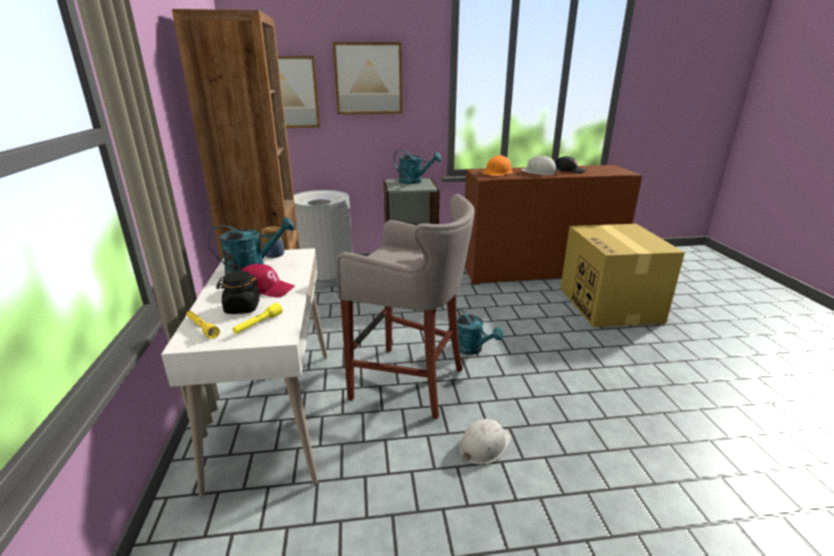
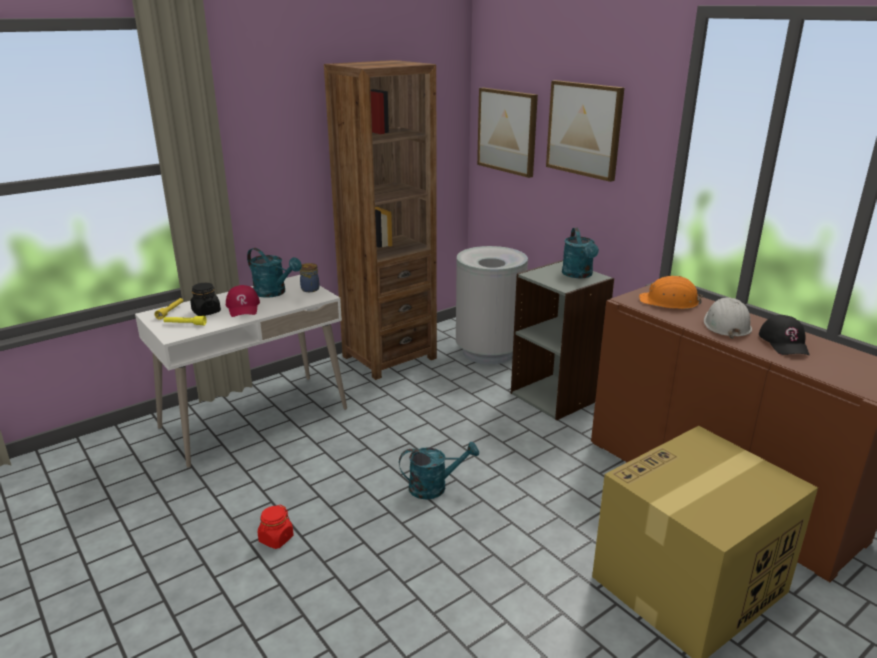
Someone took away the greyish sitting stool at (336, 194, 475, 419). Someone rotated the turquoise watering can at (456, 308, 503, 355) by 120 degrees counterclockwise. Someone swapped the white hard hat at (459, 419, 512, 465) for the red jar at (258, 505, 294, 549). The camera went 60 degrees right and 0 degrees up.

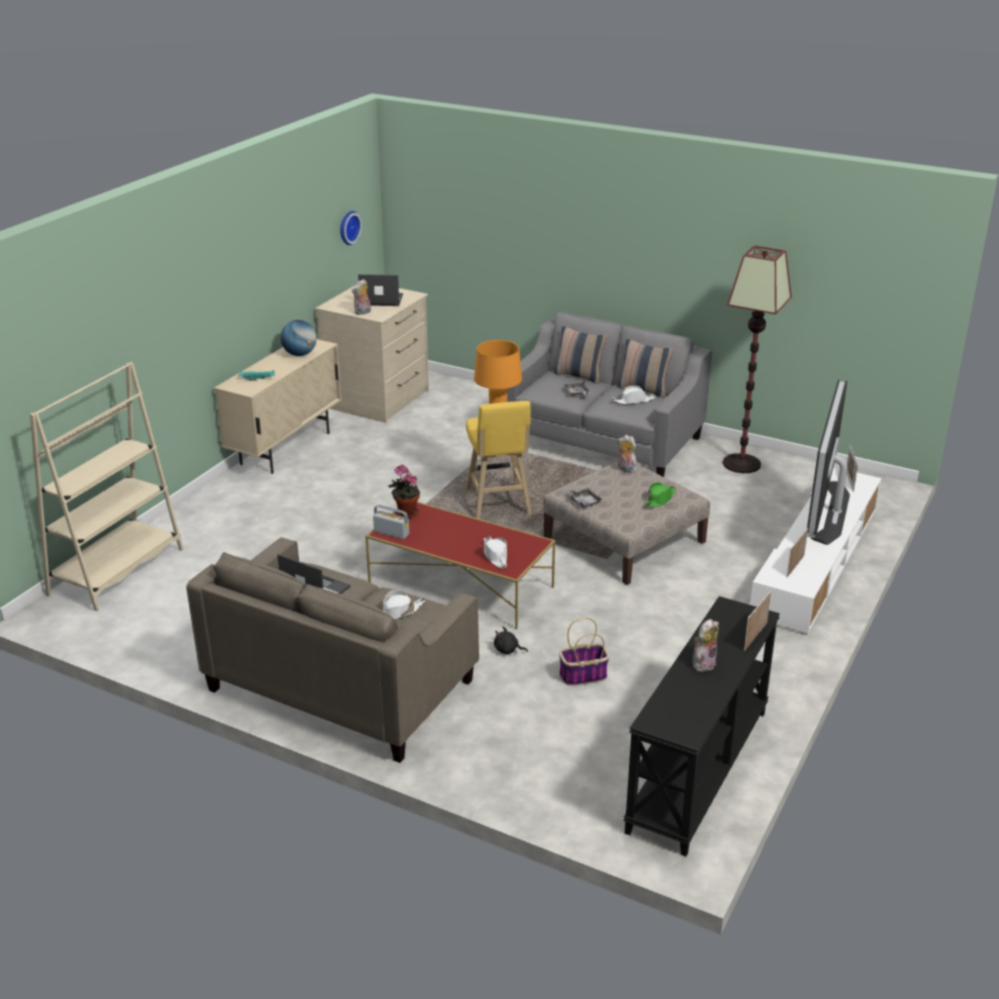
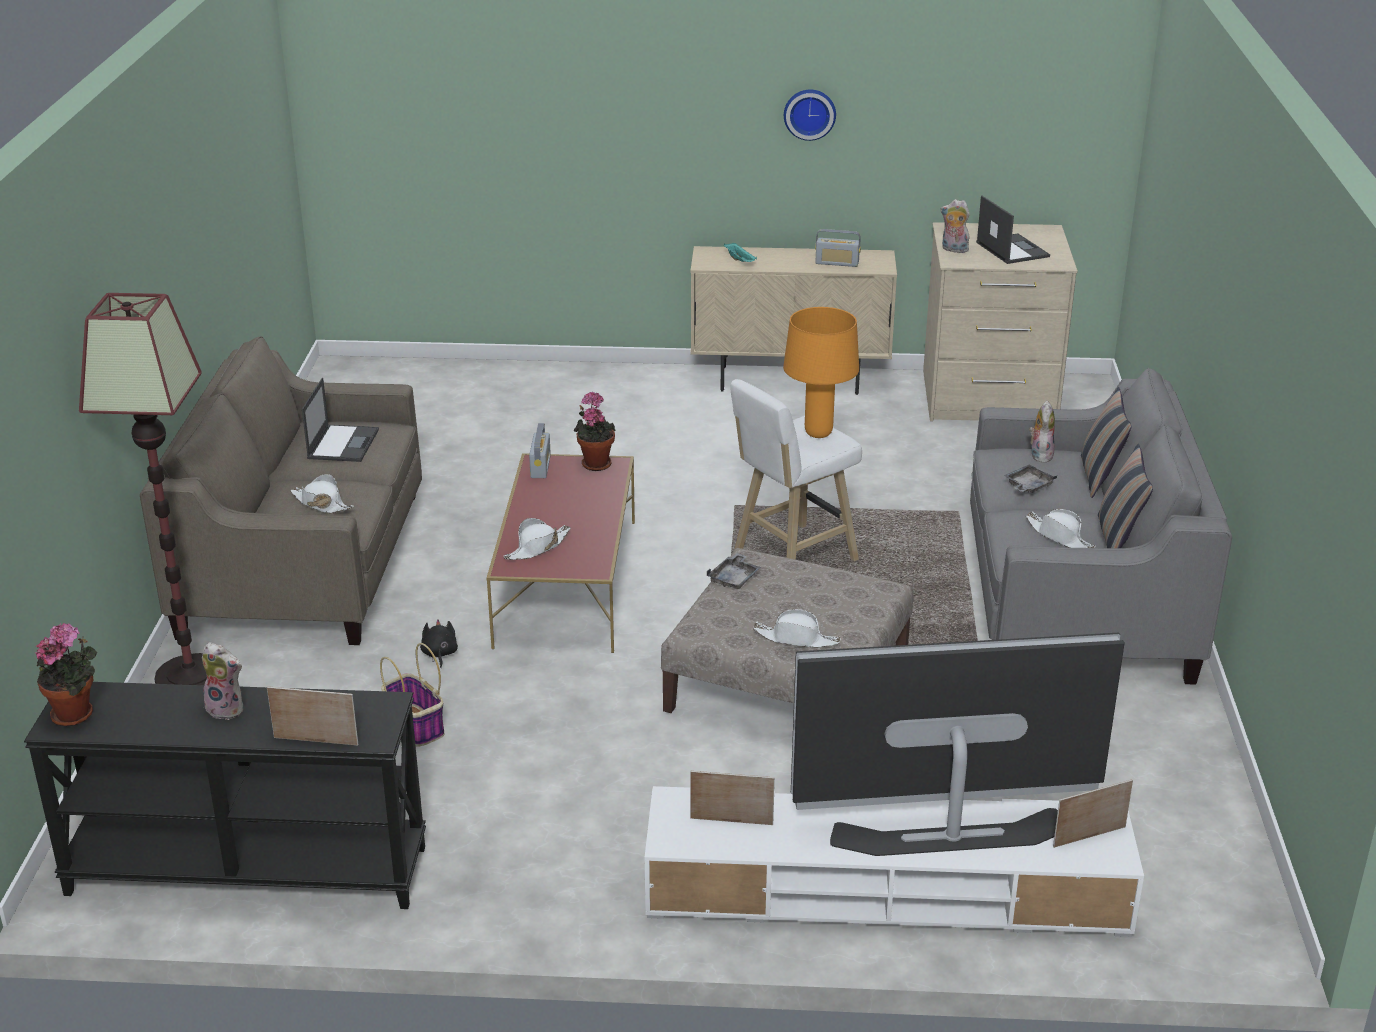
Someone carried the wall clock from (340, 211, 362, 245) to (784, 90, 836, 141). Someone carried the standing lamp from (723, 246, 792, 473) to (79, 293, 207, 685). Someone swapped the desk globe at (281, 320, 317, 356) for the radio at (815, 229, 861, 267). Someone took away the sand-coloured bookcase at (30, 362, 184, 611). Someone repainted the yellowish sitting stool at (465, 401, 532, 519), which became the white sitting stool at (731, 379, 862, 561). Someone carried the cuddly toy from (617, 435, 637, 474) to (1029, 401, 1055, 463). Someone repainted the greenish clothing hat at (644, 482, 676, 507), which became the white clothing hat at (753, 609, 840, 647). Someone put down the plant in a pot at (35, 623, 97, 726). The camera went 65 degrees right and 0 degrees up.

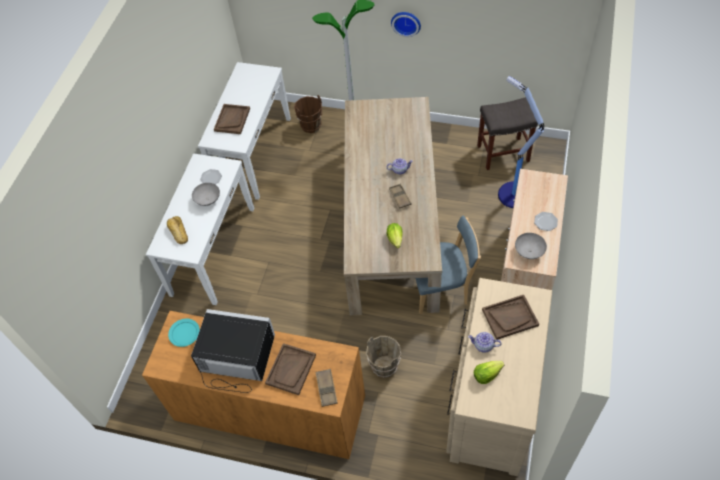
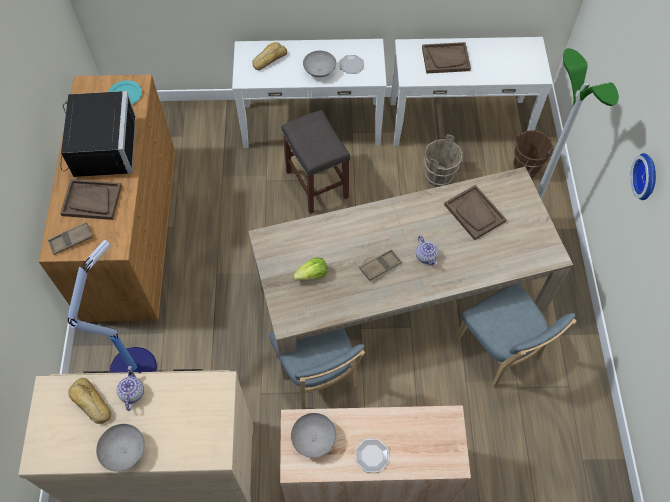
Someone carried the standing lamp from (498, 76, 544, 208) to (68, 240, 157, 373). Someone carried the greyish sitting stool from (477, 97, 538, 170) to (282, 110, 350, 214). Someone carried the brownish carrying tray from (482, 295, 539, 339) to (444, 185, 507, 240). Someone carried the brownish water bucket from (366, 336, 401, 378) to (424, 134, 463, 187). Someone swapped the head of lettuce at (474, 361, 504, 384) for the bakery bread at (68, 378, 111, 424). Someone put down the blue-coloured plain chair at (455, 283, 576, 387). Someone put down the greyish bowl at (96, 424, 145, 472). The camera went 70 degrees right and 5 degrees up.

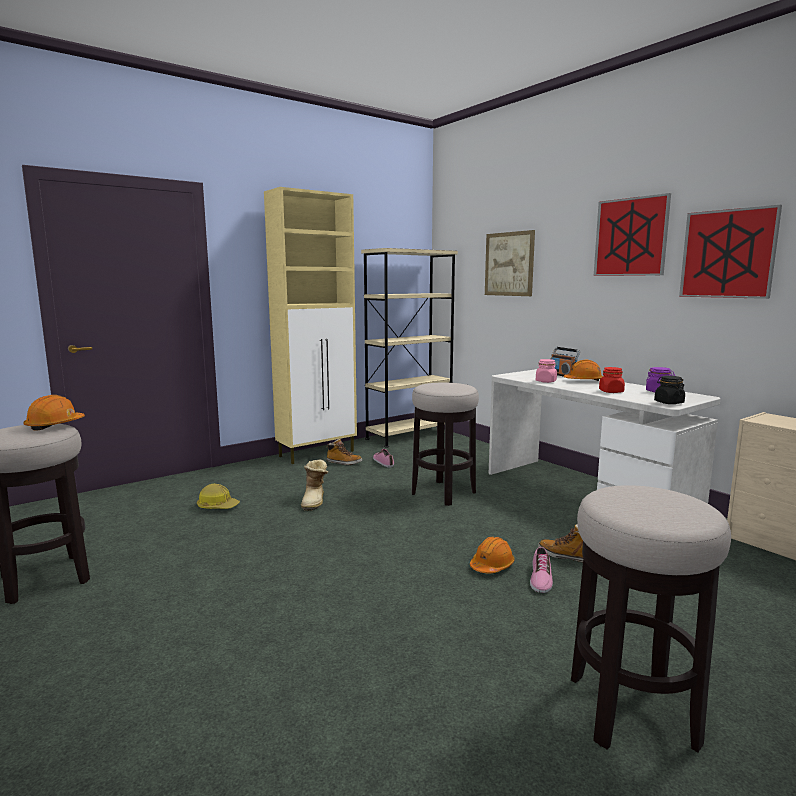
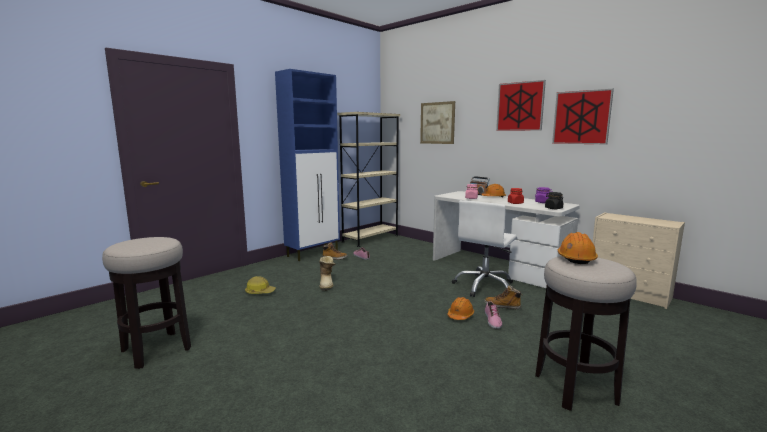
Someone repainted the sand-coloured cupboard at (264, 187, 357, 464), which became the blue-coloured cupboard at (275, 69, 340, 261). Someone took away the sitting stool at (412, 383, 479, 506). Someone carried the orangey hard hat from (23, 395, 85, 431) to (558, 232, 598, 264). Someone put down the white office chair at (452, 200, 517, 297). The camera went 10 degrees left and 0 degrees up.

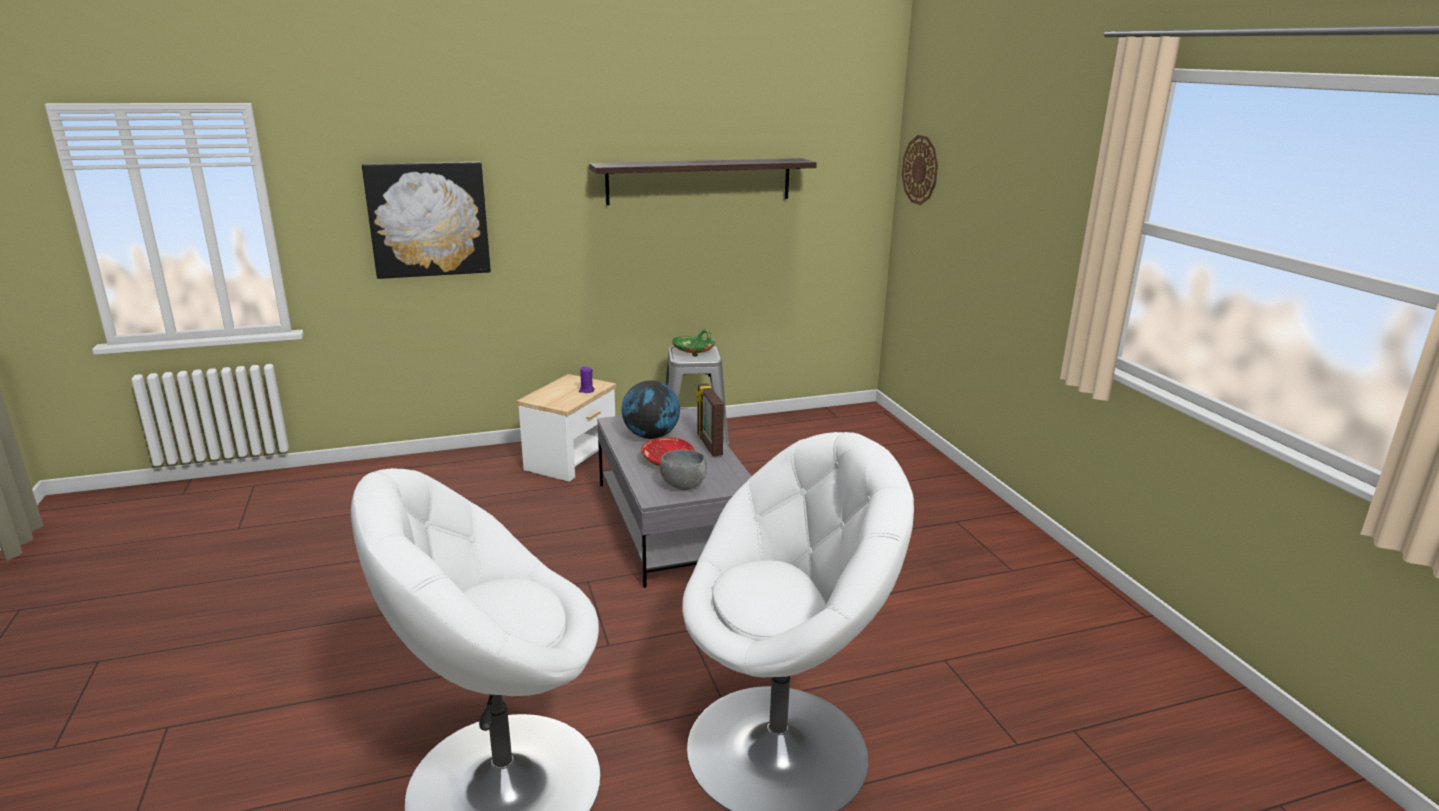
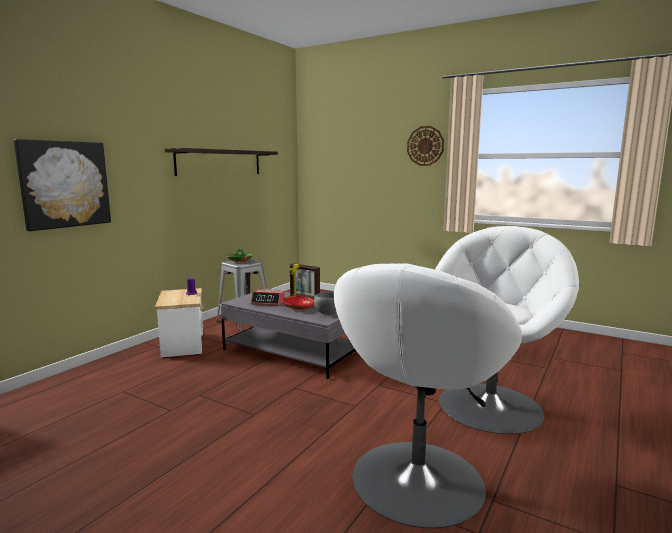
Someone carried the wall clock from (902, 135, 938, 205) to (407, 126, 444, 166). Someone swapped the desk globe at (621, 380, 680, 439) for the bedside clock at (251, 290, 285, 306). The camera went 40 degrees left and 10 degrees down.

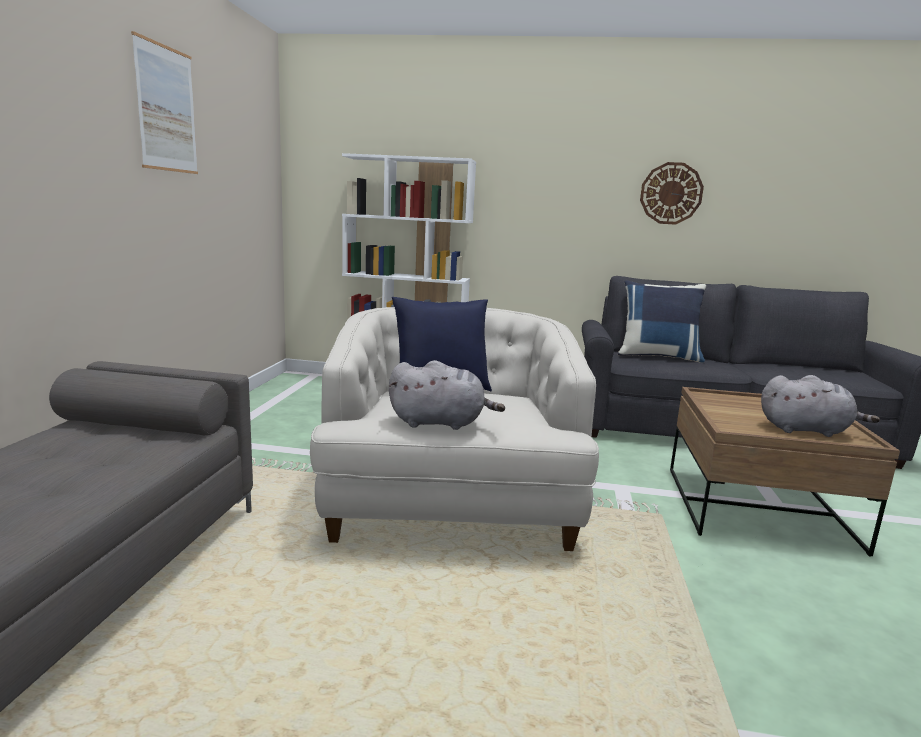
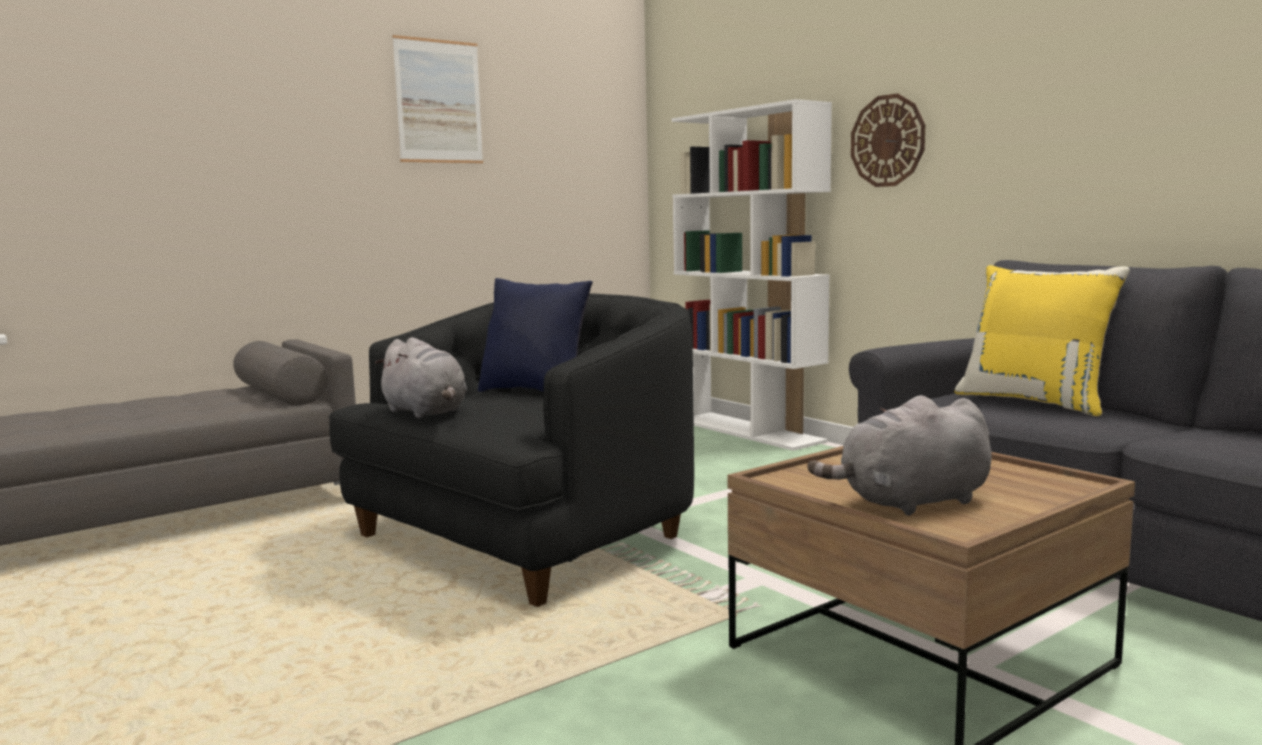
Someone carried the wall clock from (640, 162, 704, 225) to (851, 93, 925, 187). Someone repainted the blue-coloured cushion at (618, 280, 706, 363), which became the yellowish cushion at (954, 265, 1130, 417). Someone repainted the white easy chair at (310, 307, 599, 551), which became the black-coloured easy chair at (329, 293, 694, 607). Someone rotated the greyish cuddly toy at (761, 375, 880, 437) by 105 degrees clockwise. The camera went 45 degrees right and 5 degrees down.

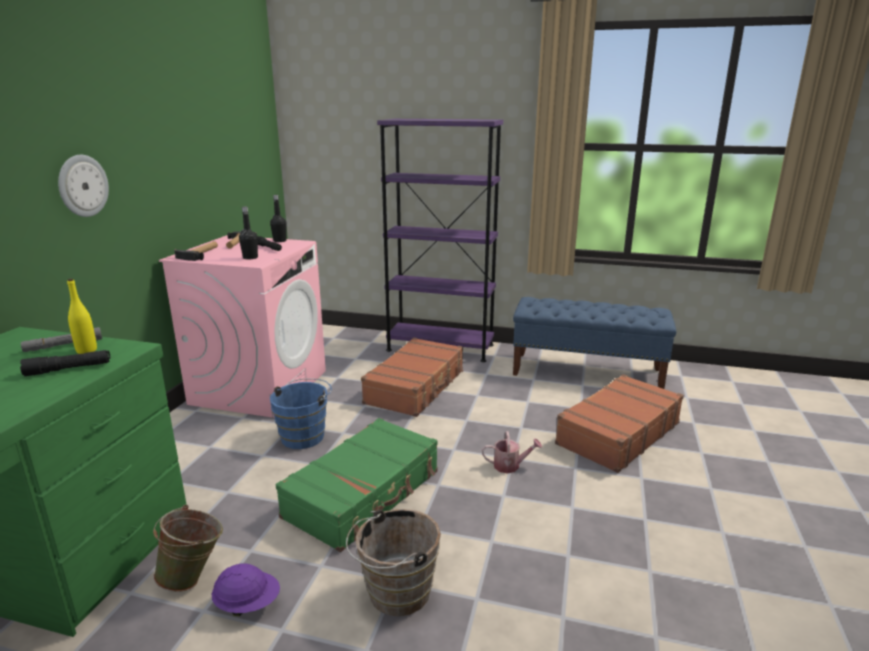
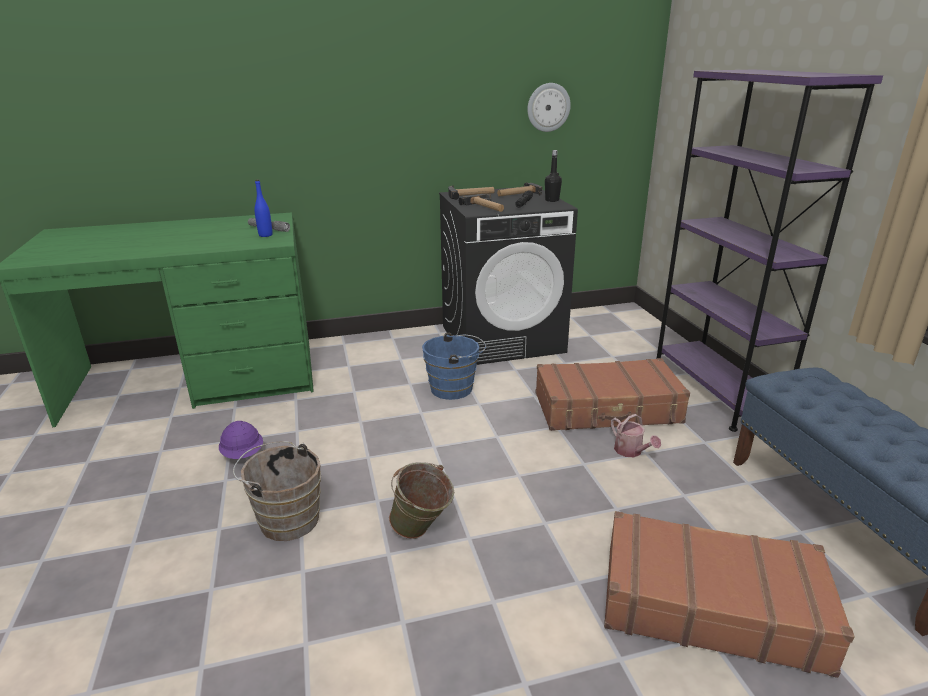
Someone carried the wall clock from (58, 155, 109, 217) to (527, 83, 571, 132). Someone swapped the black-coloured beverage bottle at (239, 207, 258, 260) for the tool hammer at (459, 194, 504, 212). Someone repainted the pink-coloured laundry machine at (159, 235, 326, 418), which became the black-coloured laundry machine at (439, 188, 578, 365). Someone repainted the yellowish beverage bottle at (67, 278, 97, 354), which became the blue-coloured beverage bottle at (254, 179, 273, 237). Someone took away the black-coloured flashlight at (20, 350, 111, 376). Someone took away the greenish suitcase at (276, 418, 438, 552). Someone carried the watering can from (482, 431, 542, 474) to (611, 414, 661, 457). Someone carried the greenish water bucket from (153, 505, 223, 592) to (389, 462, 454, 539). The camera went 60 degrees right and 5 degrees up.

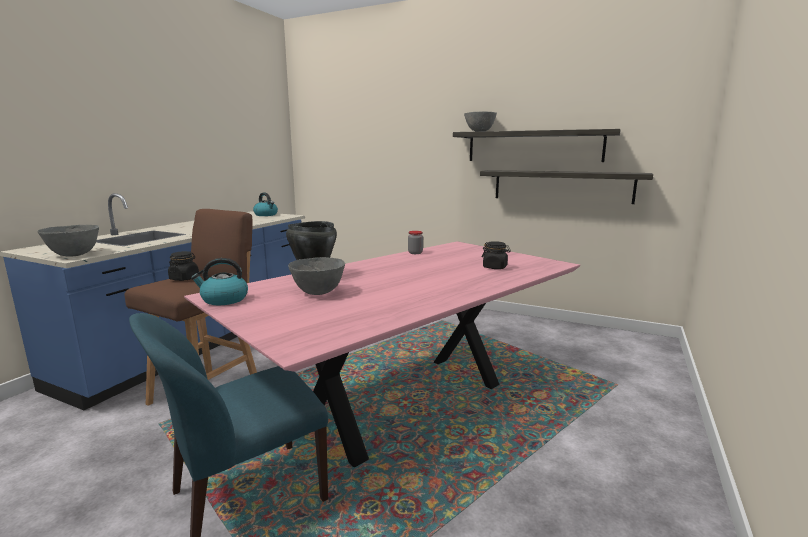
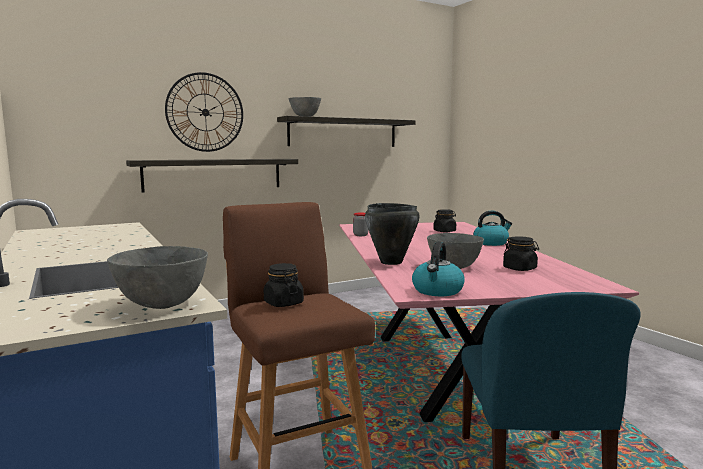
Someone carried the wall shelf from (480, 170, 653, 204) to (126, 159, 298, 193). Someone carried the water kettle from (253, 192, 278, 216) to (473, 211, 512, 246). Someone put up the wall clock at (165, 72, 243, 152). Someone put down the black-coloured jar at (503, 236, 539, 271). The camera went 55 degrees left and 5 degrees down.

